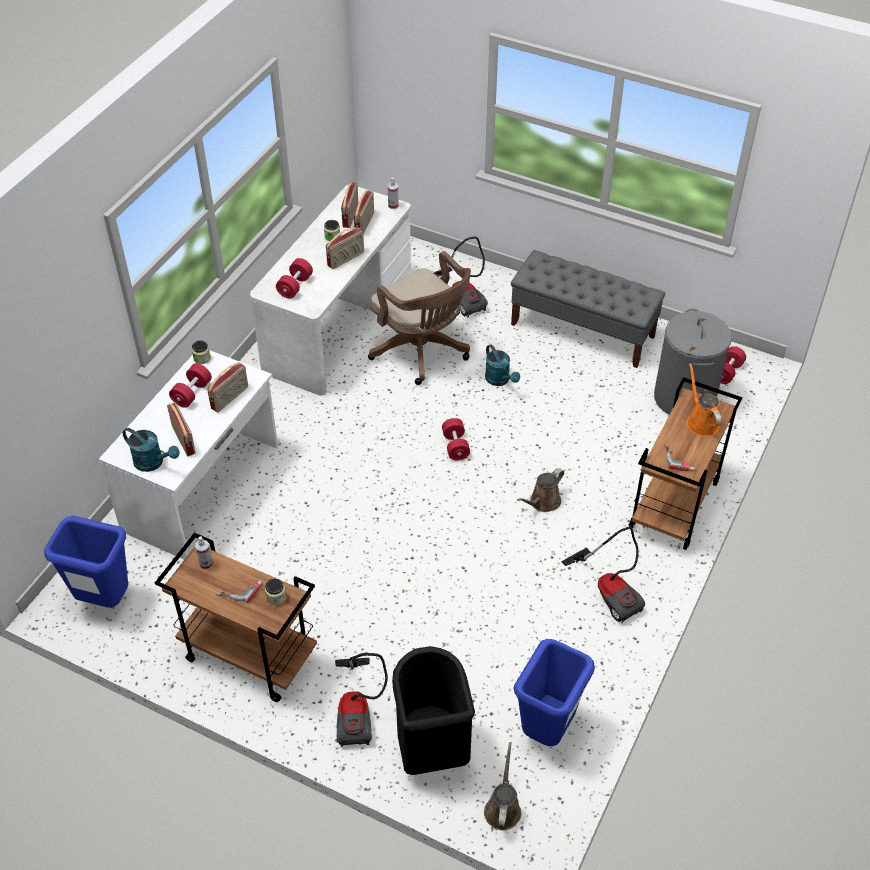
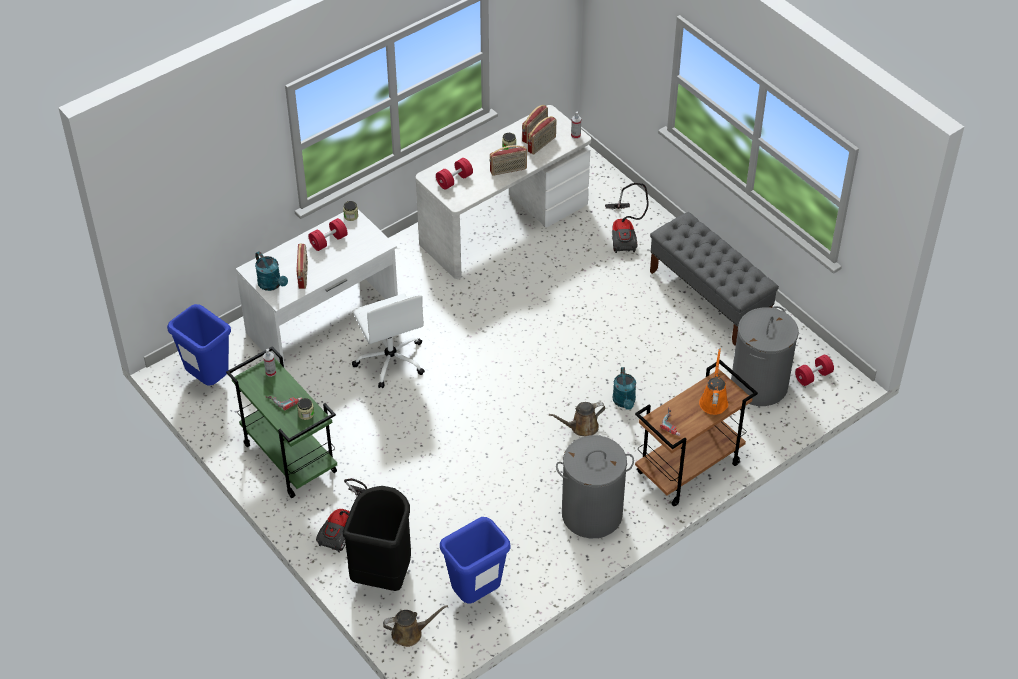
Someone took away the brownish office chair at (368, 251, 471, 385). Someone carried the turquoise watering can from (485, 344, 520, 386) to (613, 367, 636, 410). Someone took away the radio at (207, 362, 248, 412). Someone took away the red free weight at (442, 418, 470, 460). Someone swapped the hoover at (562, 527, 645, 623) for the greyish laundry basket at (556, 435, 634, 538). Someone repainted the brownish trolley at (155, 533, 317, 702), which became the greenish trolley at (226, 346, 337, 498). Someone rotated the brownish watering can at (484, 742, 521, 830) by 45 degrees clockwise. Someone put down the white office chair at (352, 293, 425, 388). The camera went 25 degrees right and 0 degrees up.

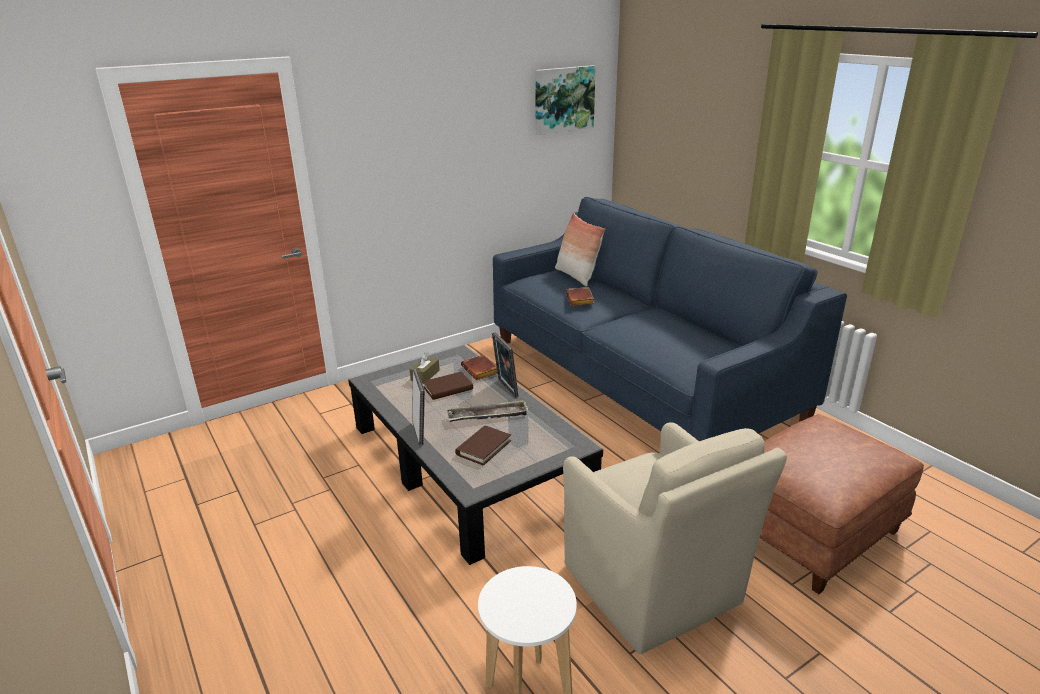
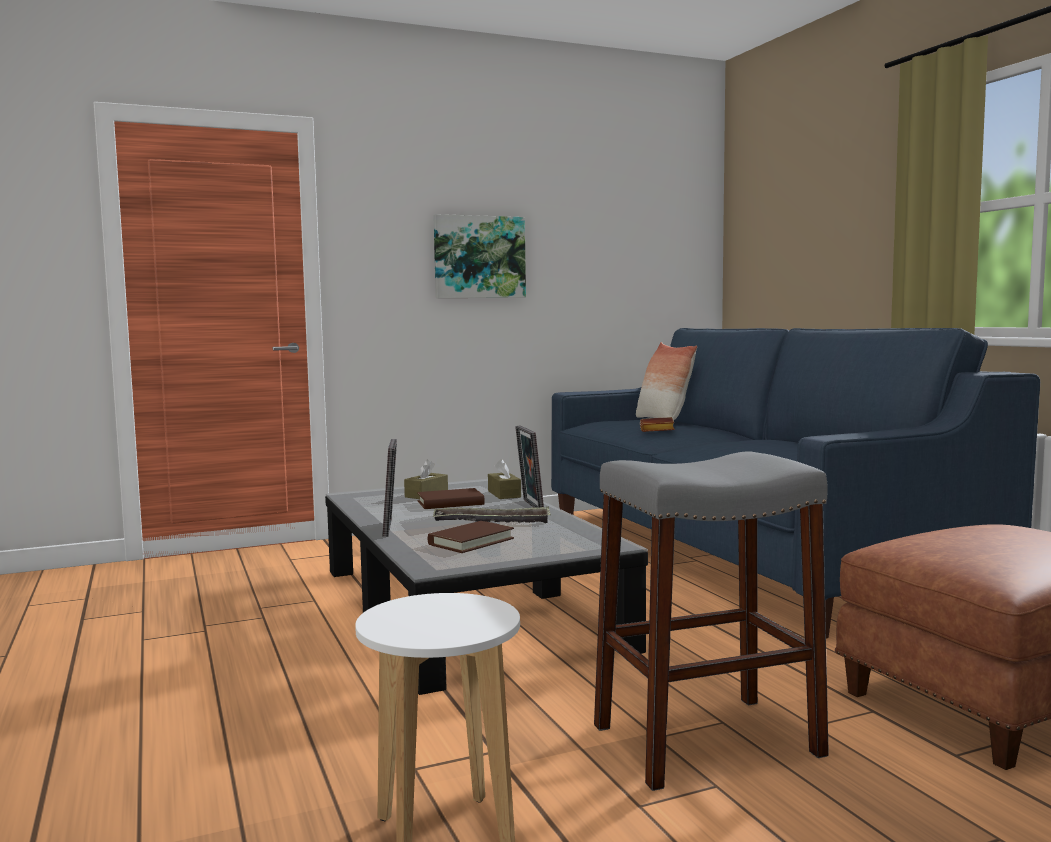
Someone carried the picture from (535, 65, 596, 135) to (433, 214, 526, 298). Someone swapped the brownish book at (461, 354, 498, 380) for the brownish tissue holder at (488, 459, 521, 499). Someone swapped the sand-coloured easy chair at (563, 422, 787, 654) for the greyish sitting stool at (594, 451, 829, 791). The camera went 10 degrees right and 20 degrees down.

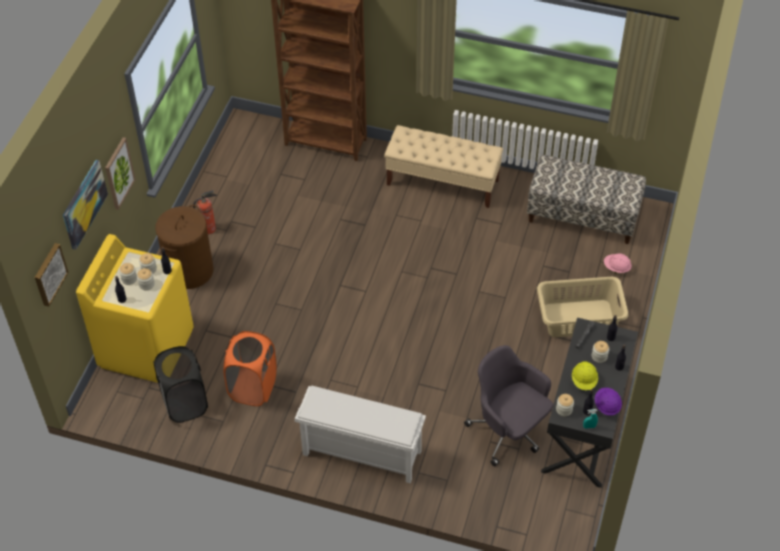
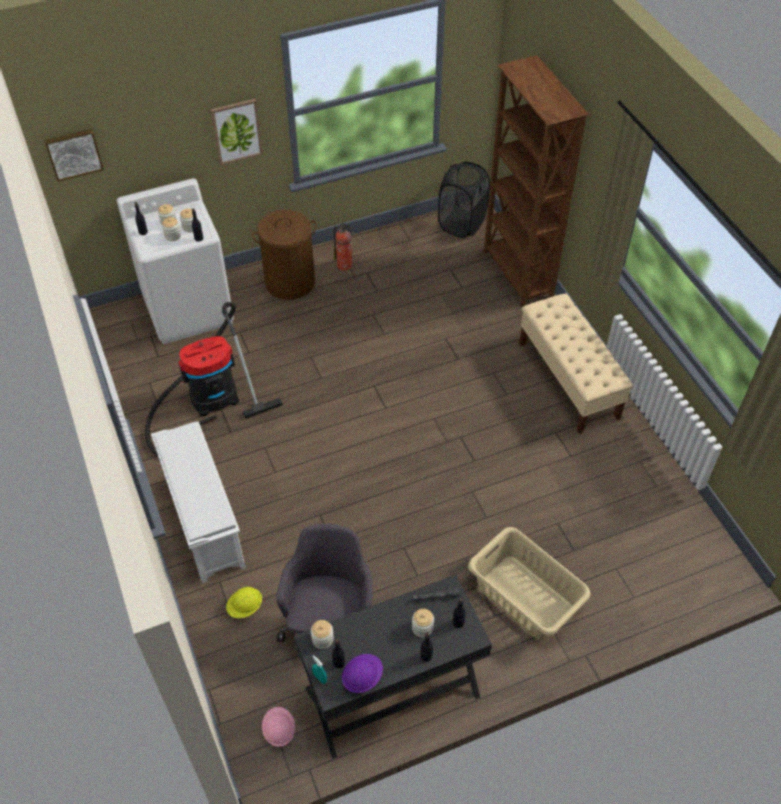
Someone took away the long seat at (527, 155, 646, 244). Someone took away the picture at (63, 160, 108, 250). Someone repainted the yellowish laundry machine at (76, 234, 194, 383), which became the white laundry machine at (116, 178, 234, 344). Someone carried the pink-coloured hard hat from (604, 253, 632, 274) to (262, 707, 295, 747). Someone swapped the orangey laundry basket at (223, 331, 277, 406) for the hoover at (145, 302, 282, 456). Someone carried the black-coloured laundry basket from (153, 346, 208, 423) to (438, 162, 490, 238). Someone carried the yellowish hard hat from (572, 361, 598, 390) to (226, 587, 262, 618). The camera went 50 degrees right and 0 degrees up.

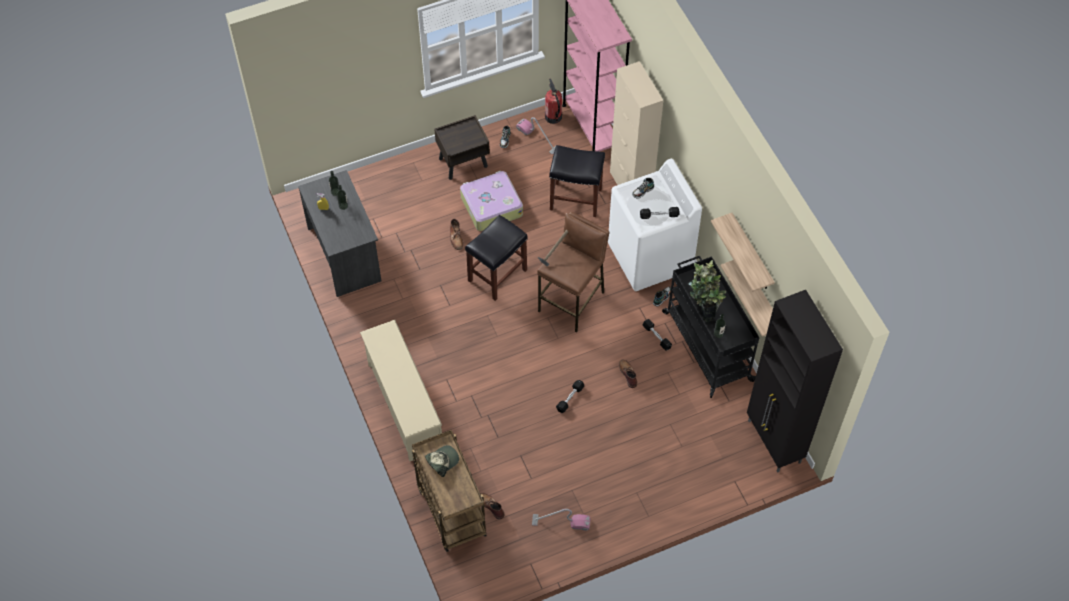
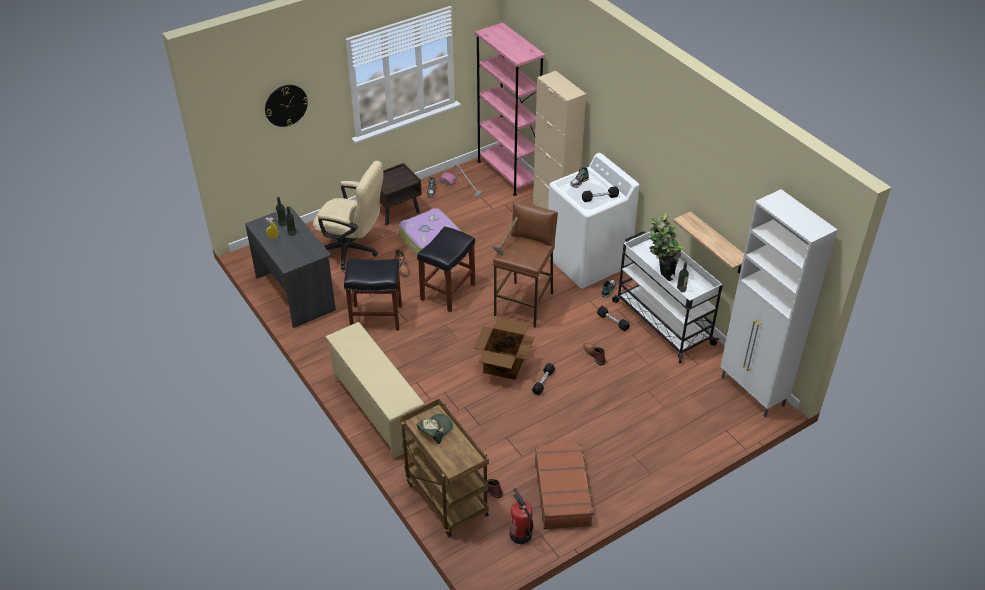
Someone carried the fire extinguisher from (545, 78, 562, 124) to (510, 488, 533, 544). Someone carried the black-coloured sitting stool from (549, 145, 605, 217) to (344, 258, 402, 331). Someone took away the wall shelf at (711, 213, 775, 292). Someone repainted the black-coloured trolley at (662, 256, 759, 398), which became the white trolley at (612, 231, 723, 363). Someone repainted the black-coloured cupboard at (747, 290, 843, 473), which became the white cupboard at (720, 189, 838, 417). Someone swapped the hoover at (532, 509, 590, 531) for the brownish suitcase at (535, 443, 595, 529). Someone put up the wall clock at (265, 85, 308, 127). Someone put down the sand-coloured office chair at (313, 161, 384, 270). Someone put down the packing box at (474, 318, 535, 380). The camera went 10 degrees left and 15 degrees down.

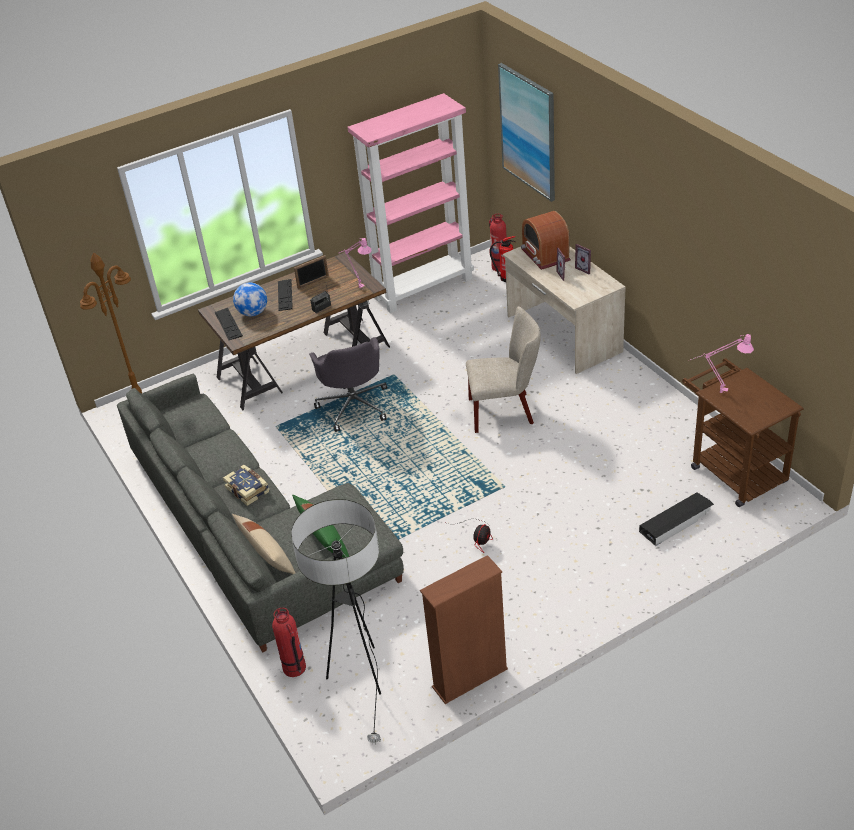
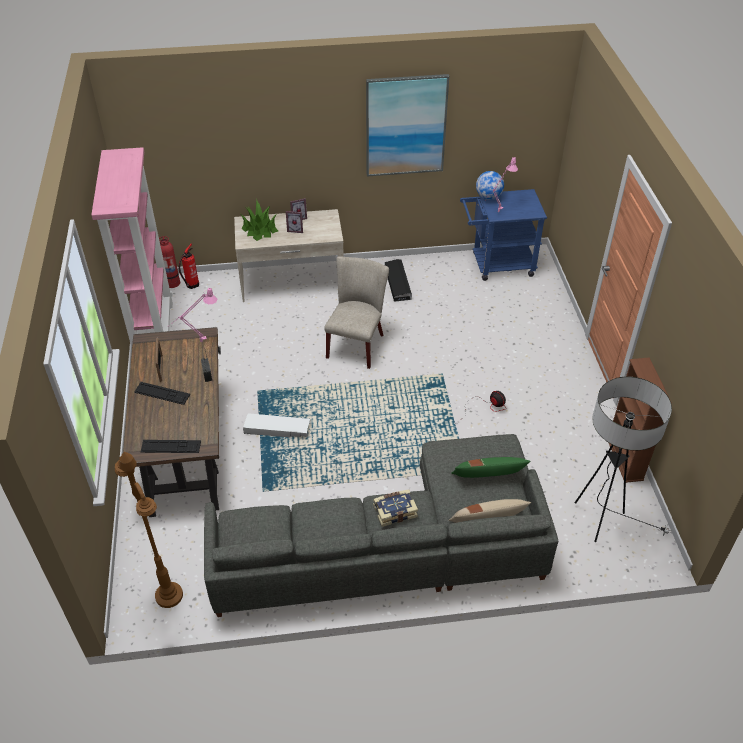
Someone carried the picture from (498, 63, 555, 202) to (366, 74, 449, 177). Someone swapped the radio at (521, 211, 571, 270) for the plant in a pot at (240, 199, 278, 241). Someone carried the desk globe from (233, 283, 267, 316) to (476, 171, 504, 200). Someone swapped the greyish office chair at (309, 337, 387, 432) for the white storage box at (243, 413, 311, 438). Someone repainted the brownish trolley at (682, 358, 804, 507), which became the blue-coloured trolley at (460, 189, 547, 281). Someone carried the black-coloured storage box from (639, 492, 714, 546) to (385, 259, 412, 302). Someone took away the fire extinguisher at (272, 608, 306, 677). The camera went 70 degrees left and 5 degrees up.

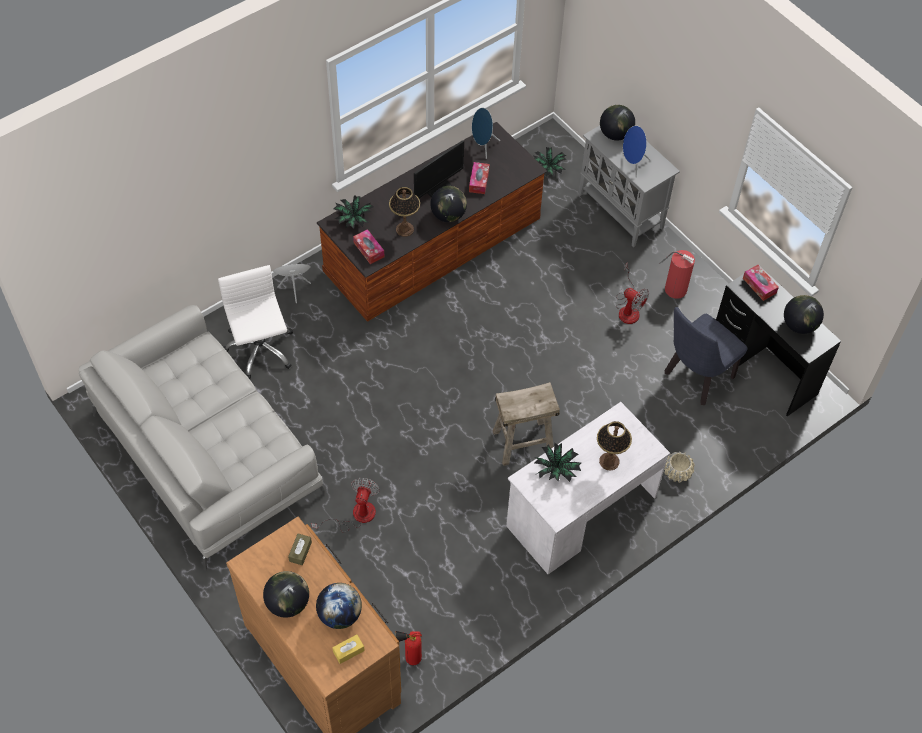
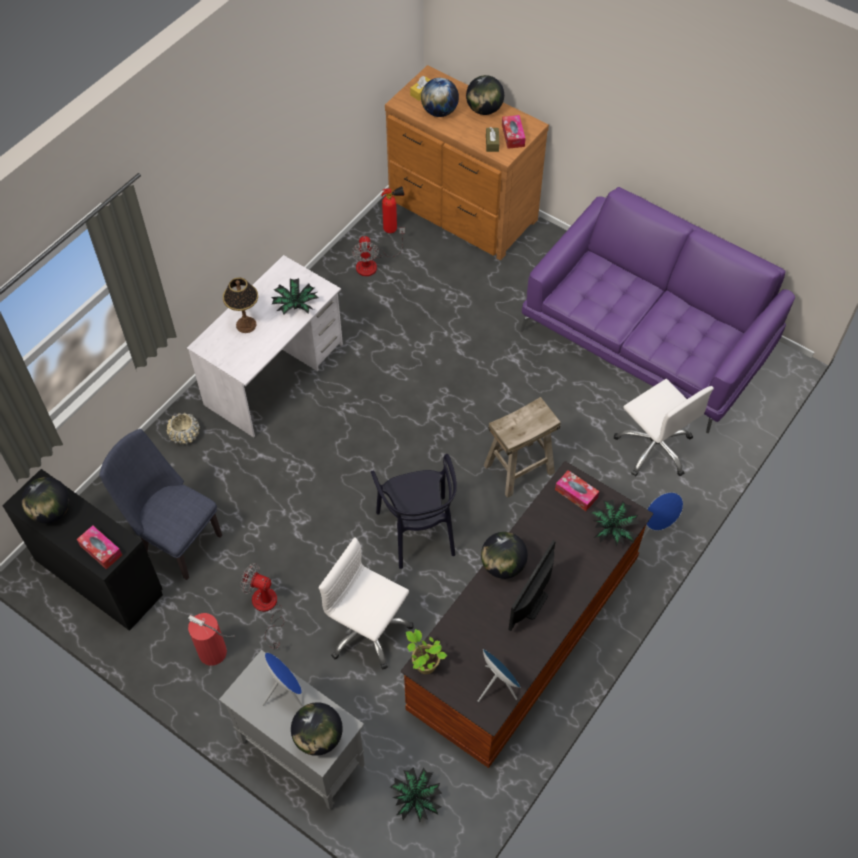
Someone carried the tissue holder from (469, 162, 490, 194) to (502, 115, 526, 149). Someone took away the lamp for a table at (389, 187, 420, 237). Someone repainted the greyish couch at (79, 305, 326, 570), which became the purplish couch at (520, 187, 795, 433). Someone rotated the blue-coloured plain chair at (665, 307, 748, 405) by 90 degrees counterclockwise. Someone carried the sand-coloured sitting stool from (493, 382, 560, 466) to (484, 397, 561, 498). Someone carried the cooling fan from (311, 478, 380, 532) to (352, 228, 405, 276). Someone put down the black-coloured plain chair at (371, 454, 457, 569). Someone put down the white office chair at (319, 537, 414, 670). Someone put down the plant in a pot at (406, 629, 447, 674). The camera went 165 degrees right and 0 degrees up.

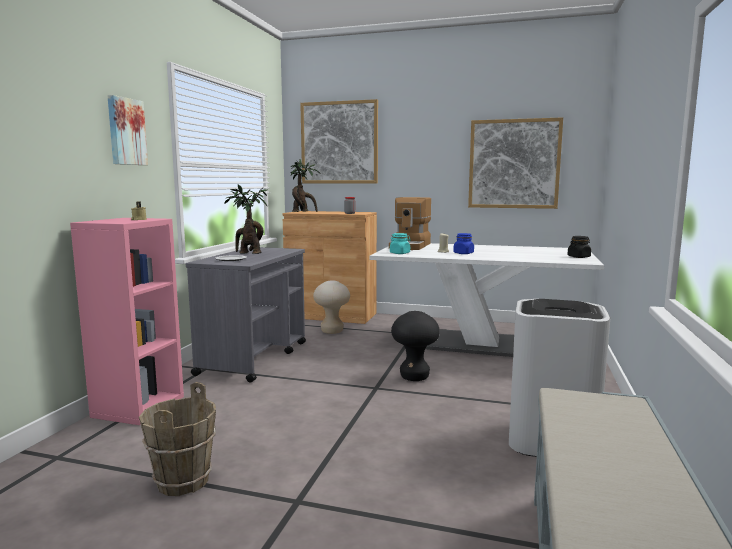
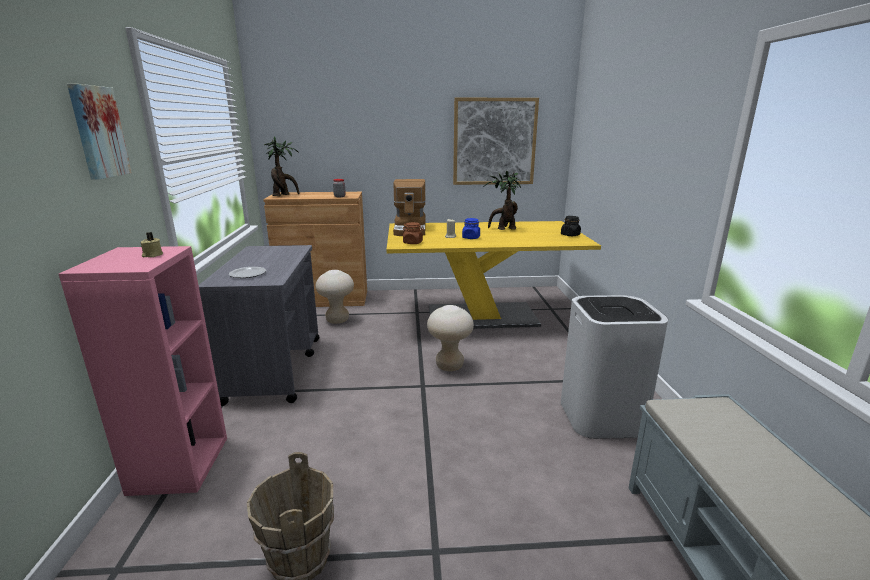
Someone took away the picture at (300, 99, 378, 183). Someone carried the plant in a pot from (224, 185, 268, 254) to (483, 170, 521, 230). Someone repainted the turquoise jar at (390, 233, 411, 254), which became the brownish jar at (402, 222, 424, 244). Someone repainted the white dining table at (369, 243, 604, 357), which became the yellowish dining table at (387, 221, 601, 329). Someone repainted the black-coloured sitting stool at (391, 311, 440, 381), which became the sand-coloured sitting stool at (427, 305, 474, 371). The camera went 20 degrees left and 10 degrees up.

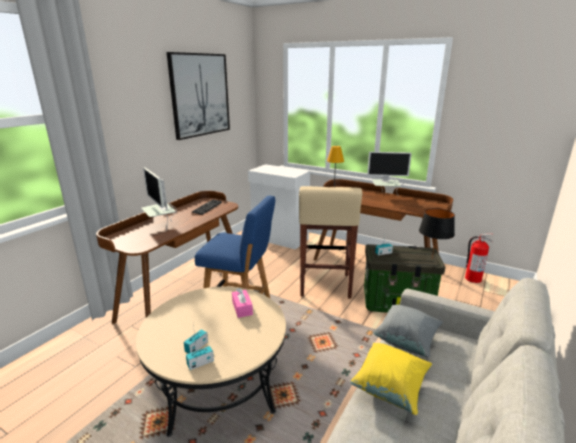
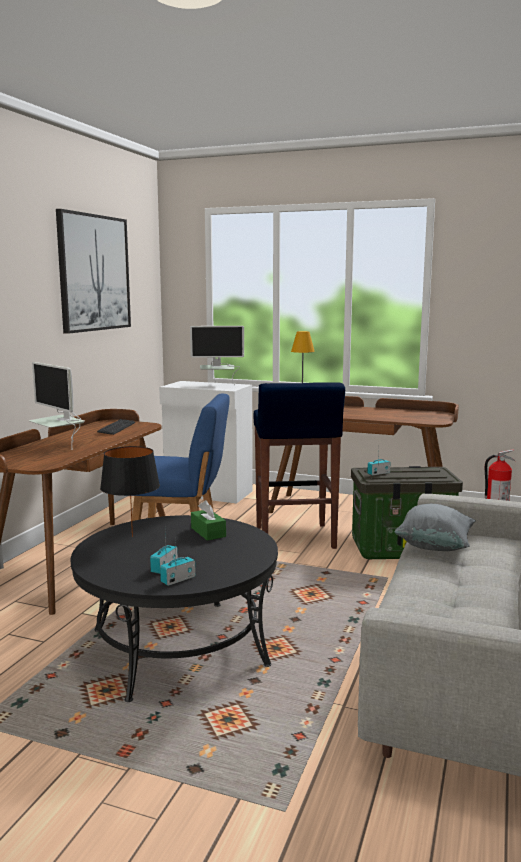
Someone carried the monitor from (367, 152, 412, 195) to (190, 326, 244, 385). Someone repainted the sand-coloured sitting stool at (299, 186, 362, 299), which became the blue-coloured sitting stool at (254, 382, 345, 549). Someone carried the black-coloured lamp for a table from (419, 208, 455, 258) to (100, 446, 160, 537). Someone repainted the sand-coloured low table at (136, 287, 286, 437), which became the black-coloured low table at (71, 515, 278, 702). Someone repainted the pink-coloured tissue holder at (232, 288, 253, 318), which became the greenish tissue holder at (191, 500, 226, 541). Someone took away the yellowish cushion at (350, 343, 432, 415). The camera went 10 degrees left and 10 degrees down.

